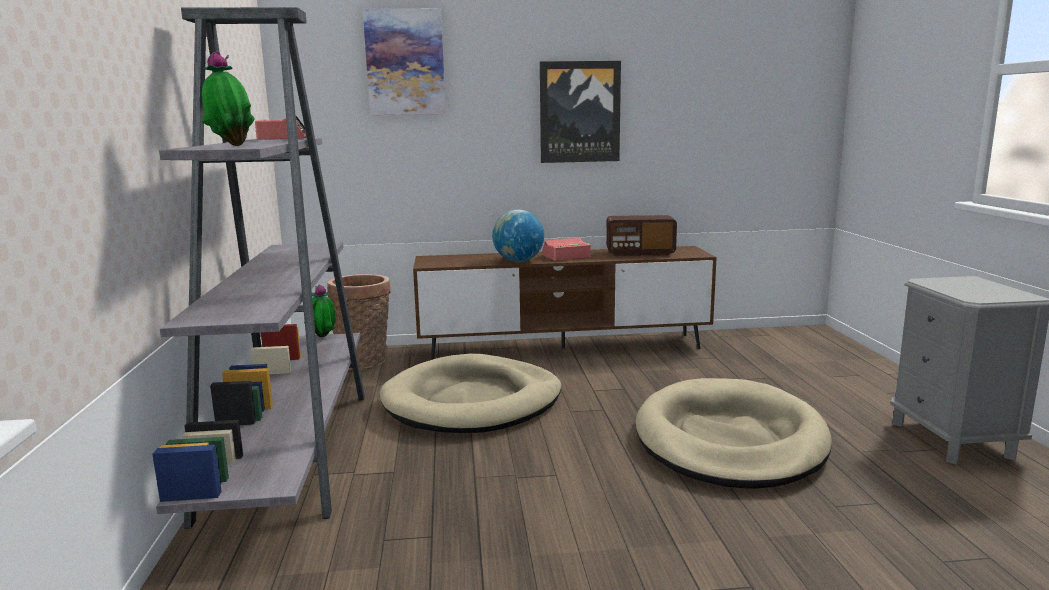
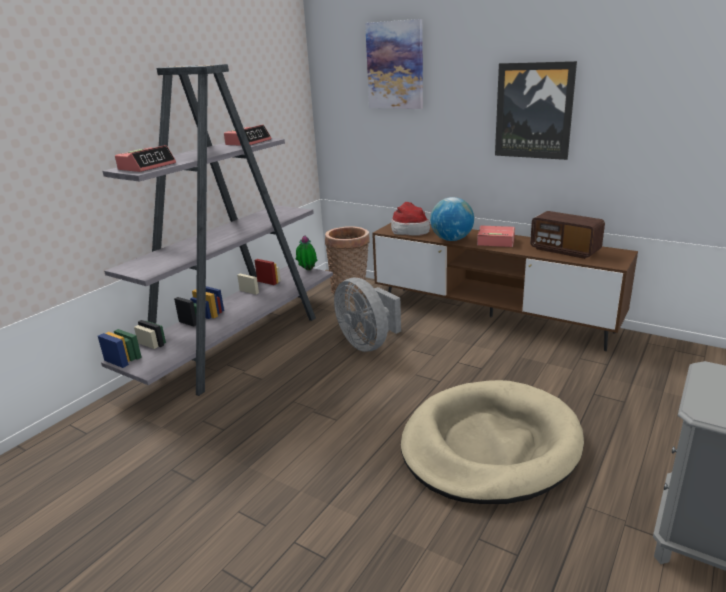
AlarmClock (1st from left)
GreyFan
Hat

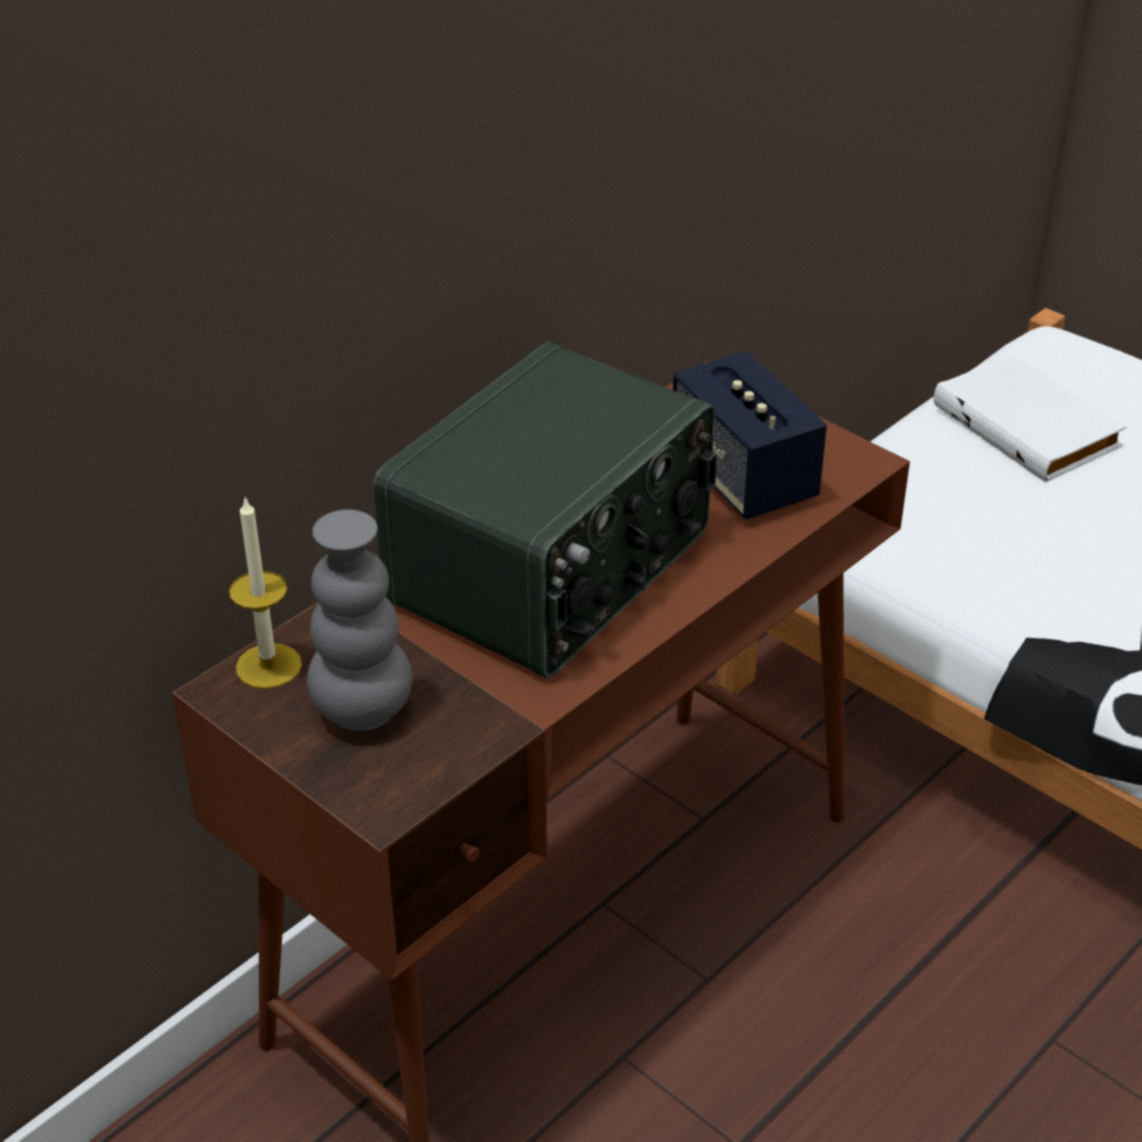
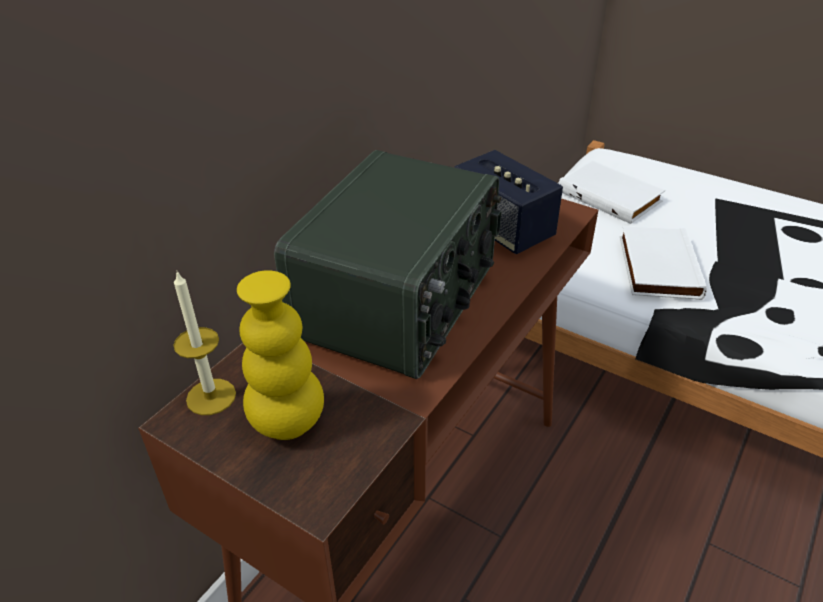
YellowVase
WhiteBook (2nd from left)

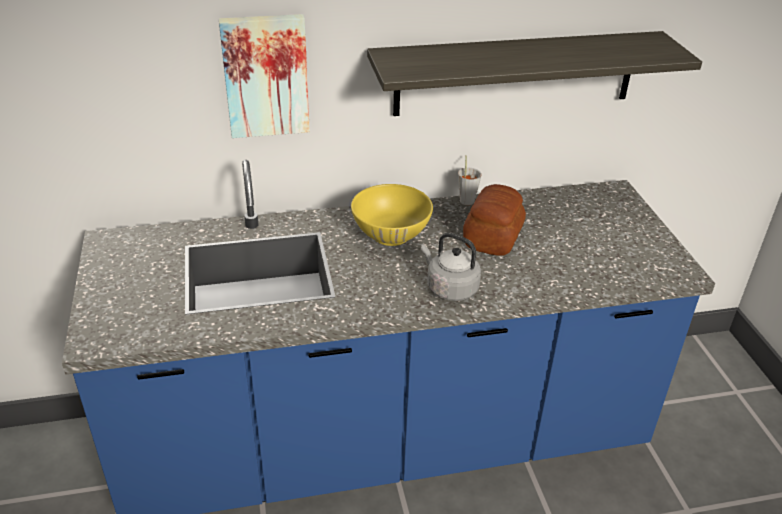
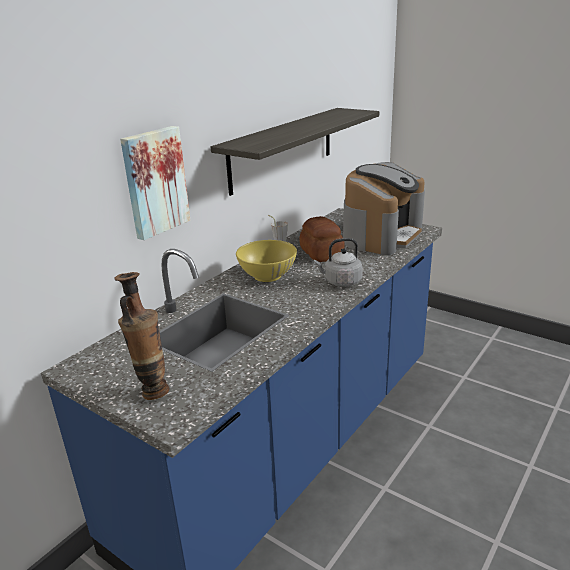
Vase
CoffeeMachine

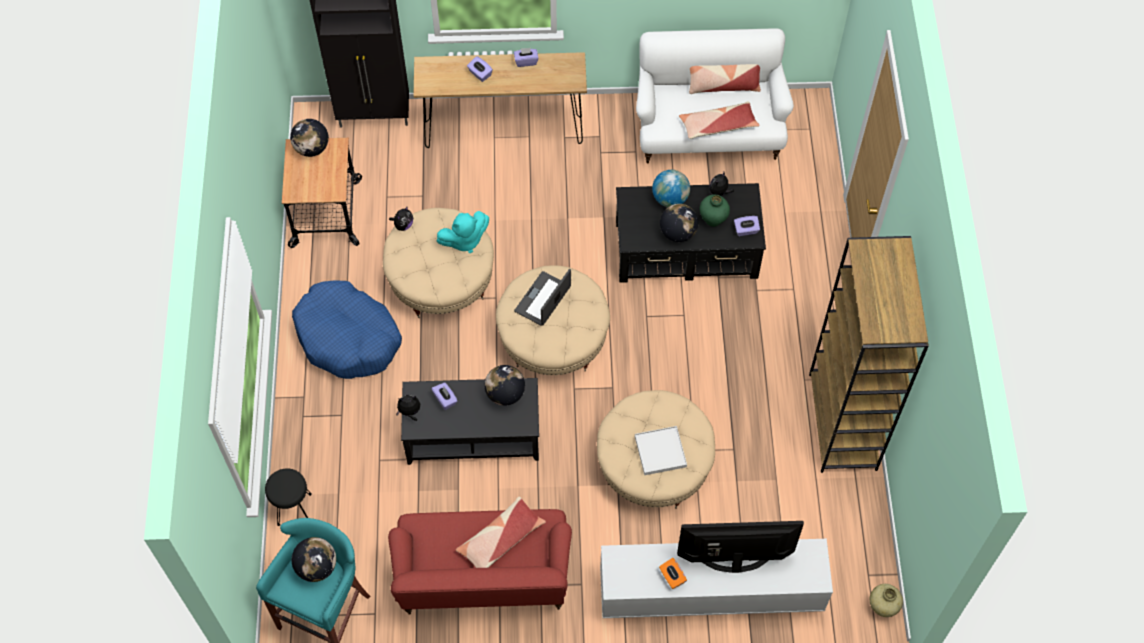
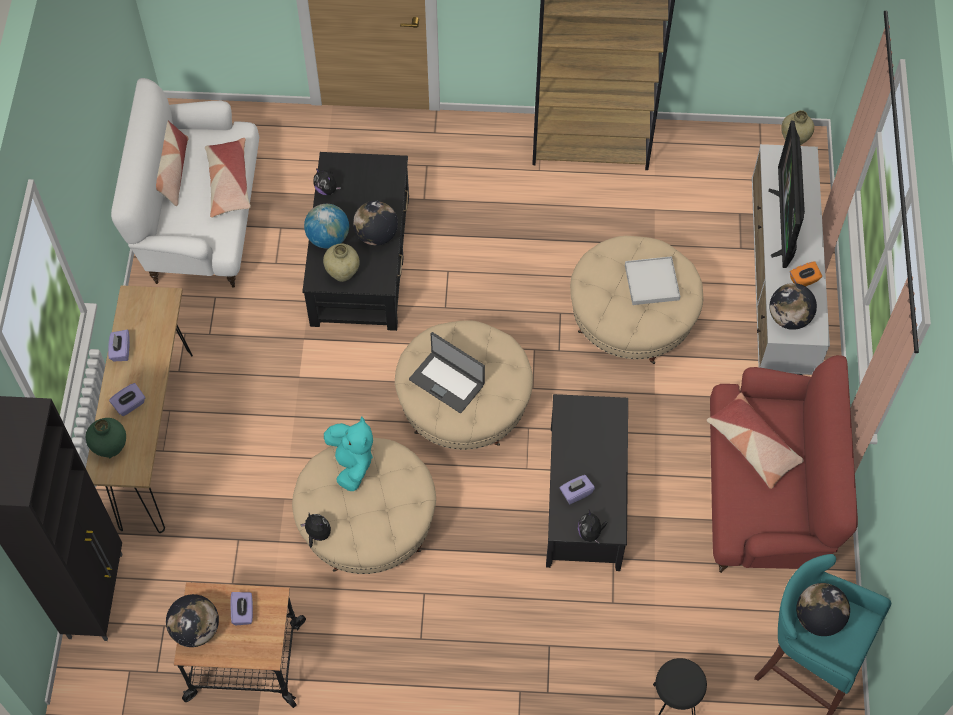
BlueDogBed
Globe (4th from left)
GreenVase
PurpleTissueBox (3rd from left)
BeigeVase (1st from left)

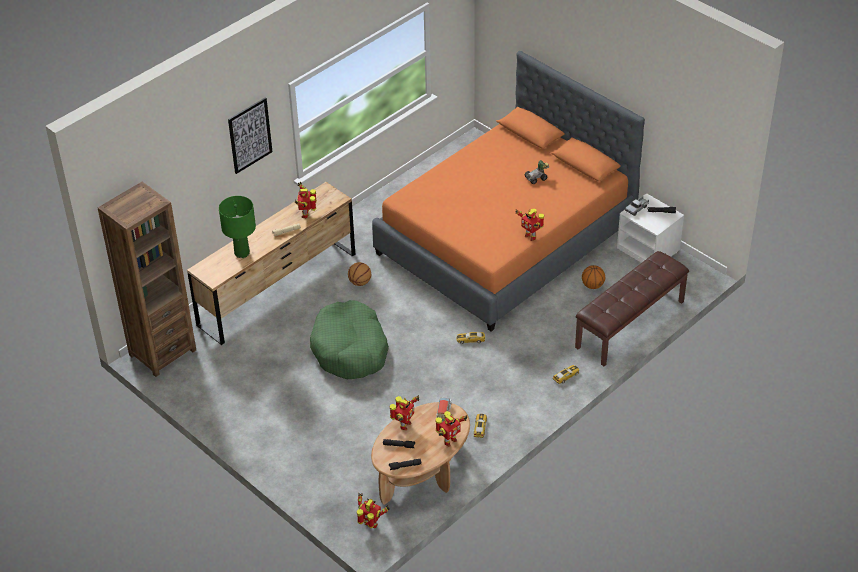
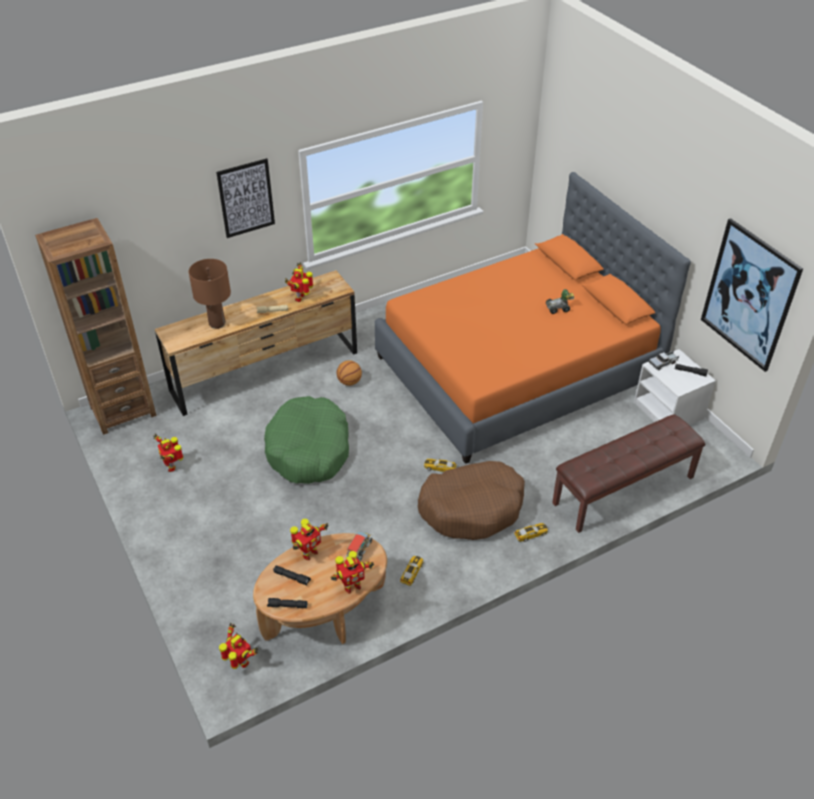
BrownTableLamp
ToyRobot (1st from left)
Basketball (2nd from left in the first image)
BrownDogBed
Picture (2nd from left)

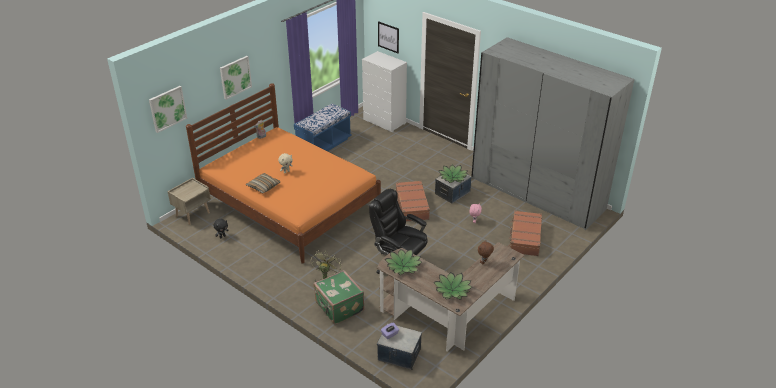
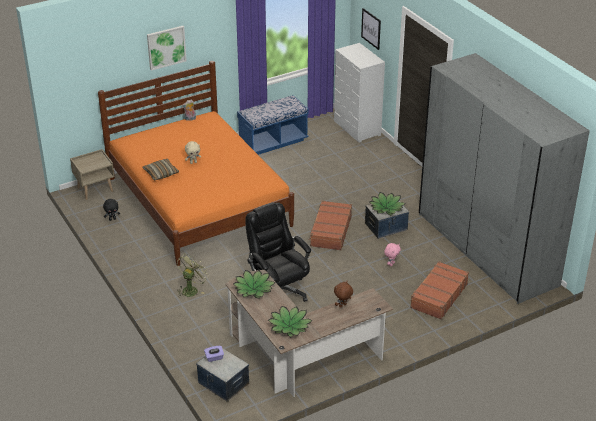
Picture (1st from left in the first image)
GreenSuitcase

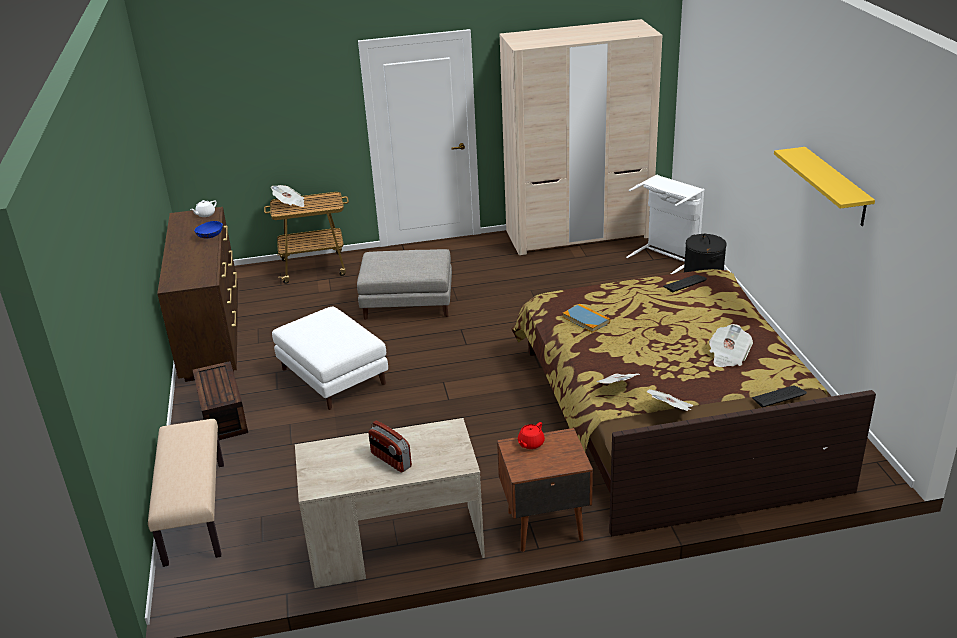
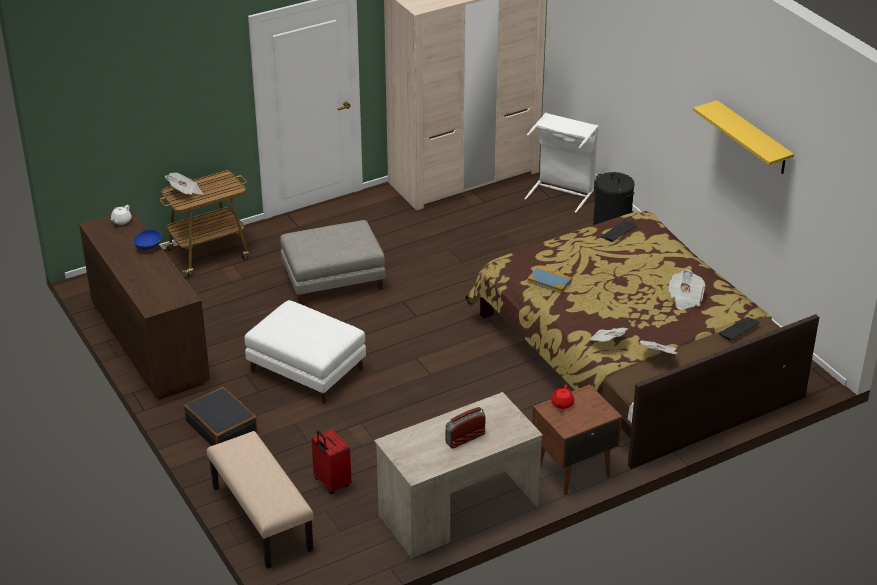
BlackSuitcase
Radio
RedSuitcase

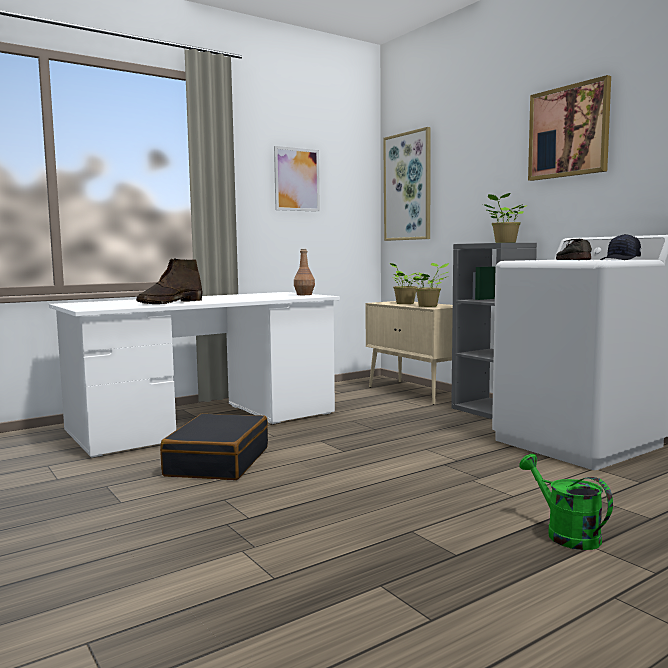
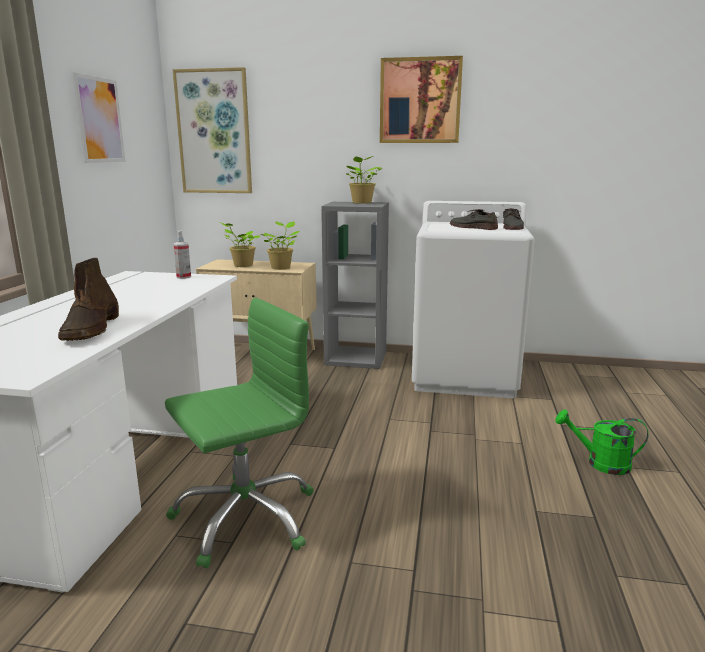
GreenOfficeChair
SprayBottle
GreyShoe (2nd from left)

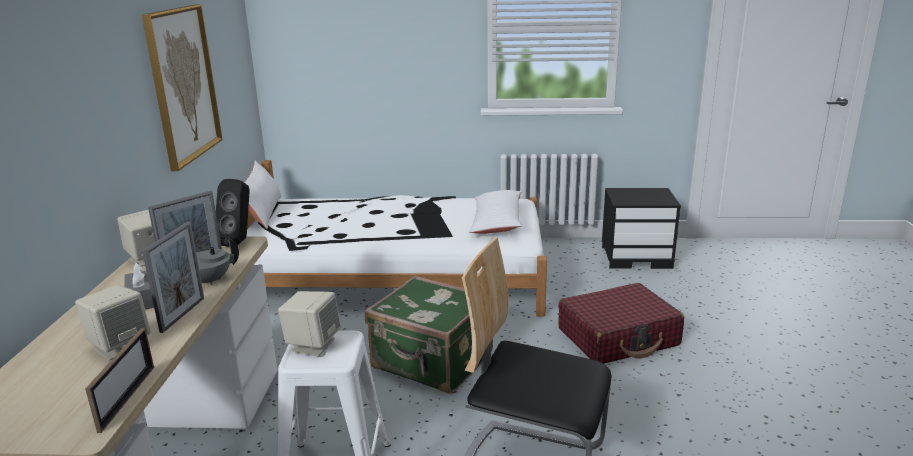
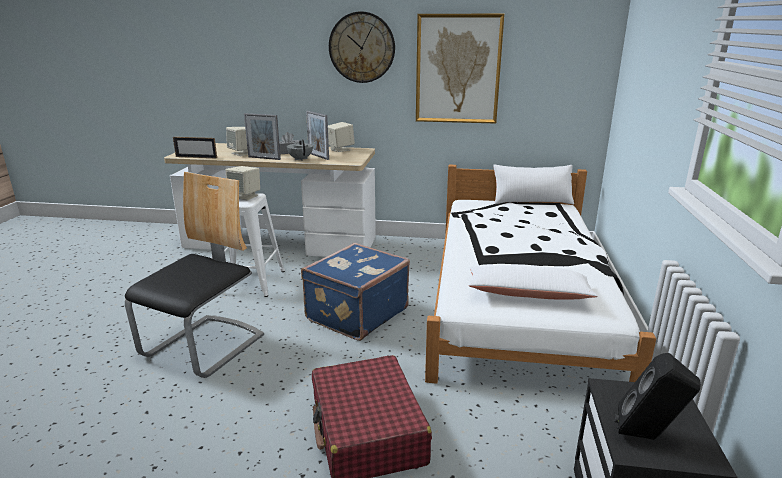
BlackSpeaker
BlueSuitcase
WallClock

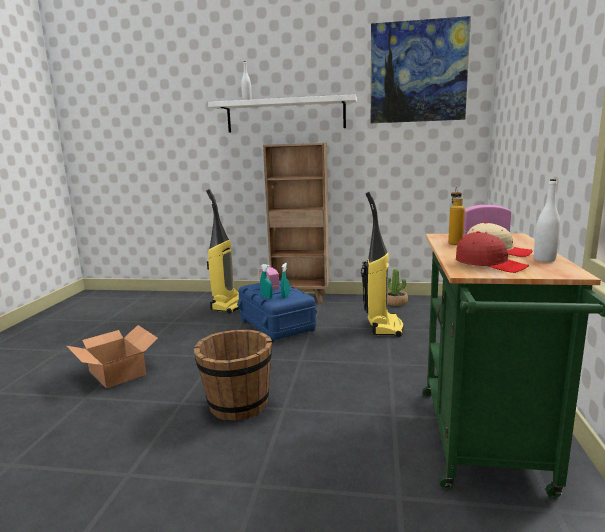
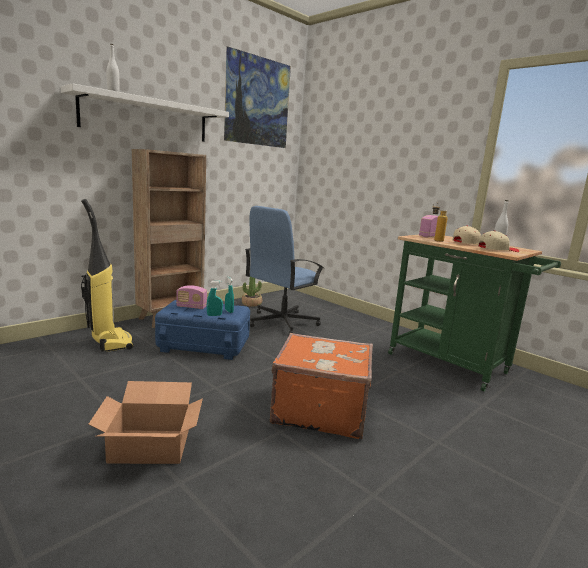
OrangeSuitcase
BlueOfficeChair
BeigeCap (2nd from left)

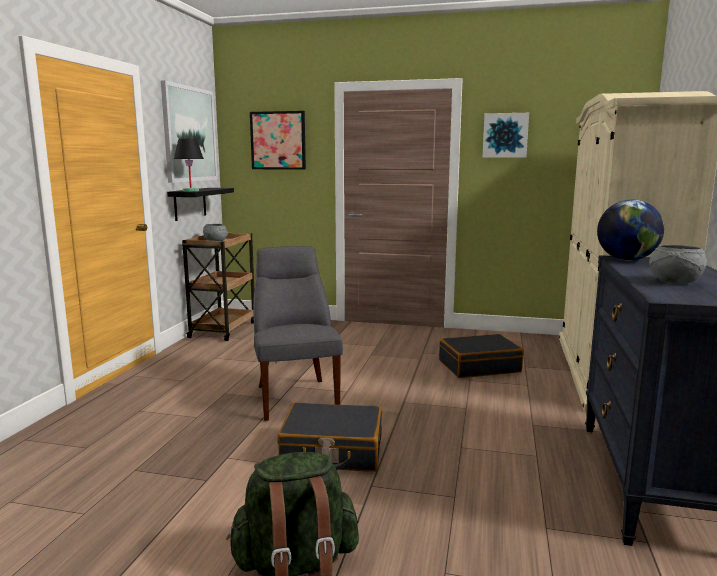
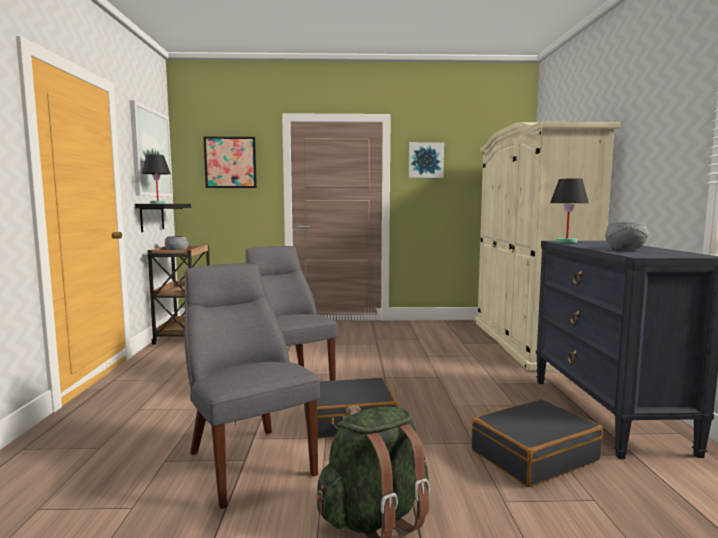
BlackSuitcase (2nd from left)
BlackTableLamp (2nd from left)
GreyChair (1st from left)

